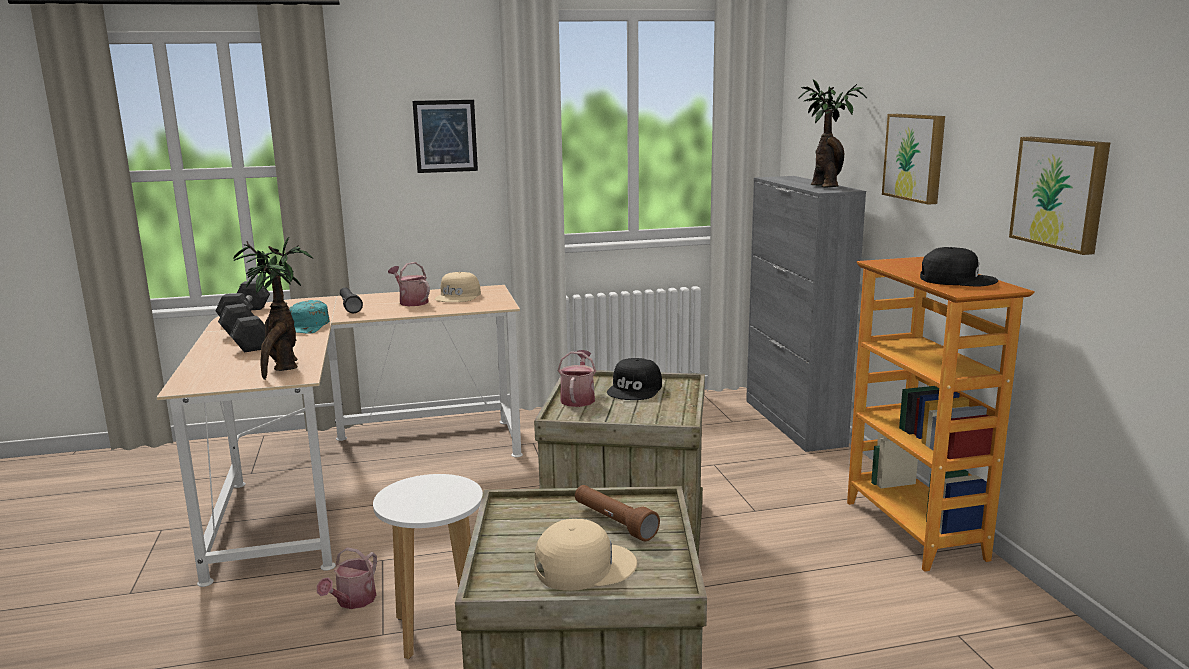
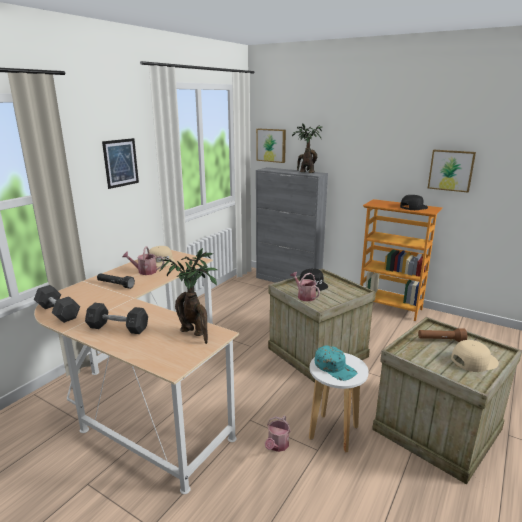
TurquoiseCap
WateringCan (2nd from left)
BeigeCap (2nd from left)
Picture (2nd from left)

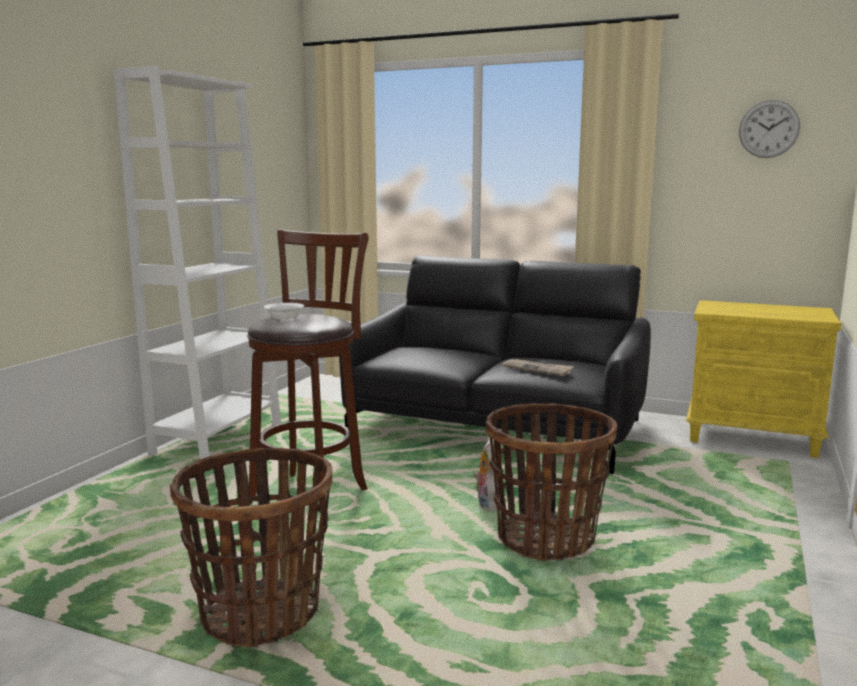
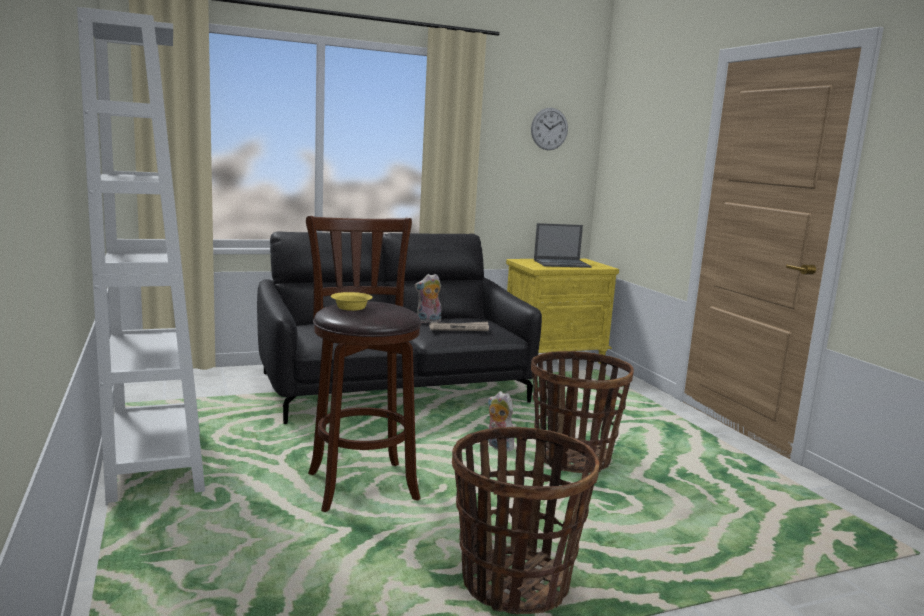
YellowBowl
PlushToy (1st from left)
Laptop

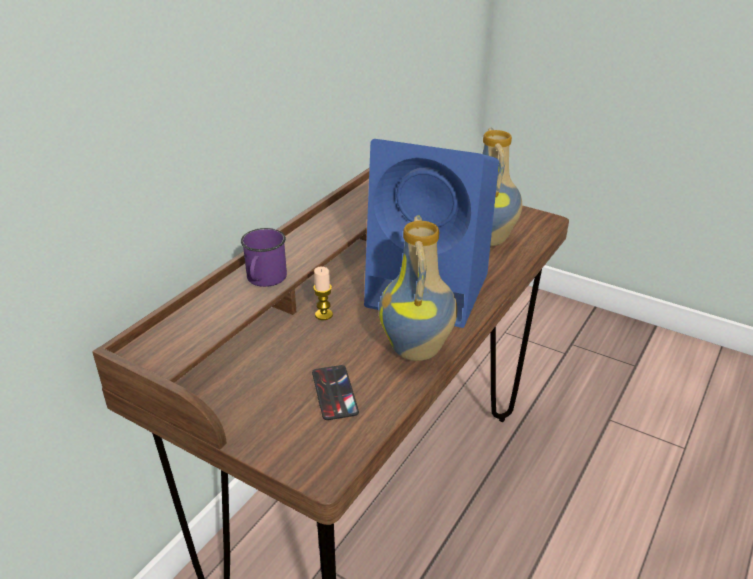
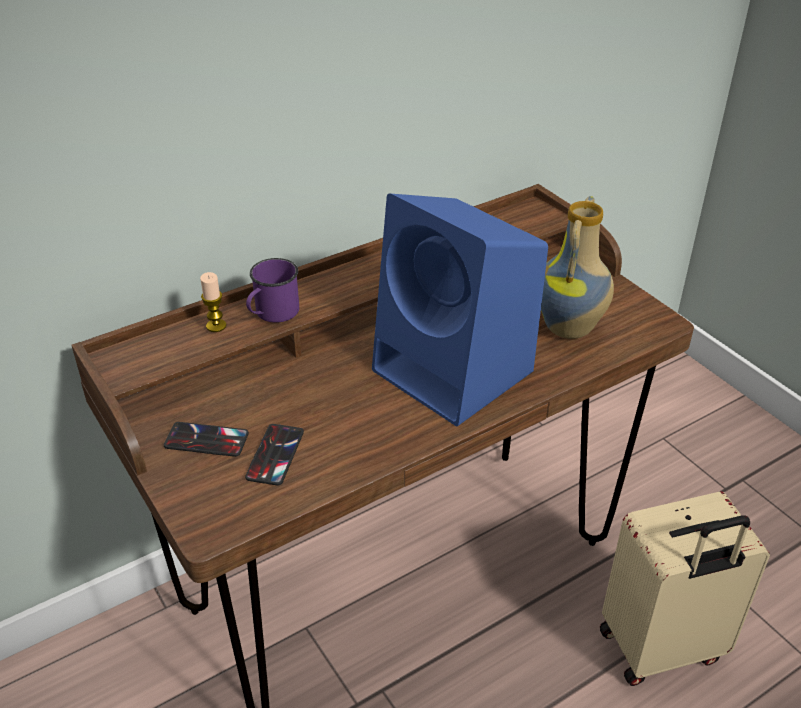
Candle
Vase (1st from left in the first image)
Phone (1st from left)
BeigeSuitcase

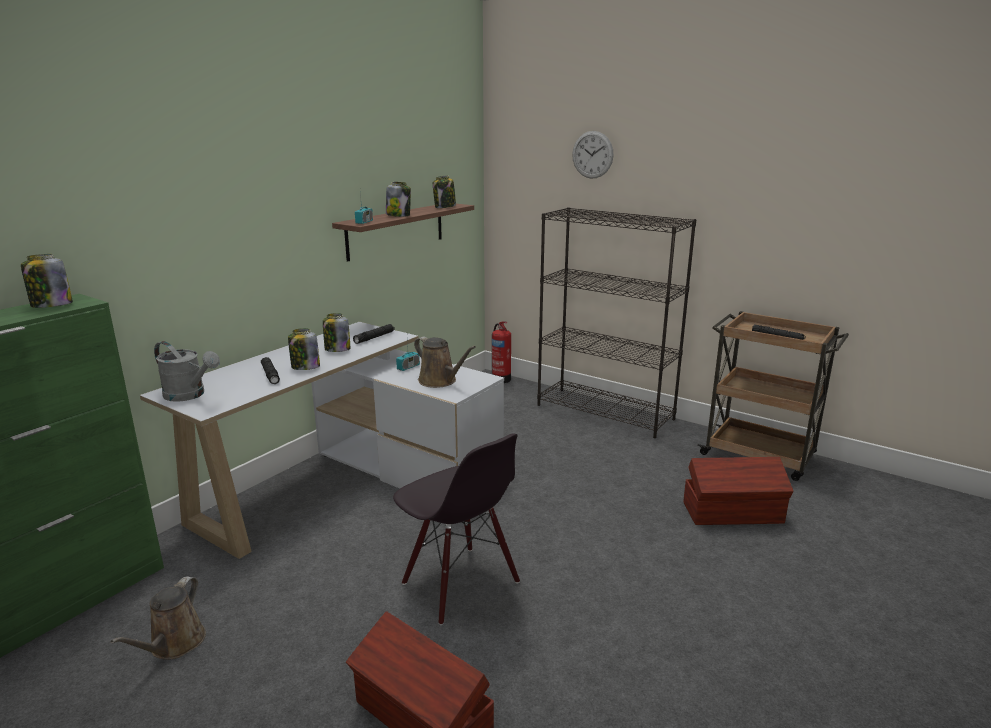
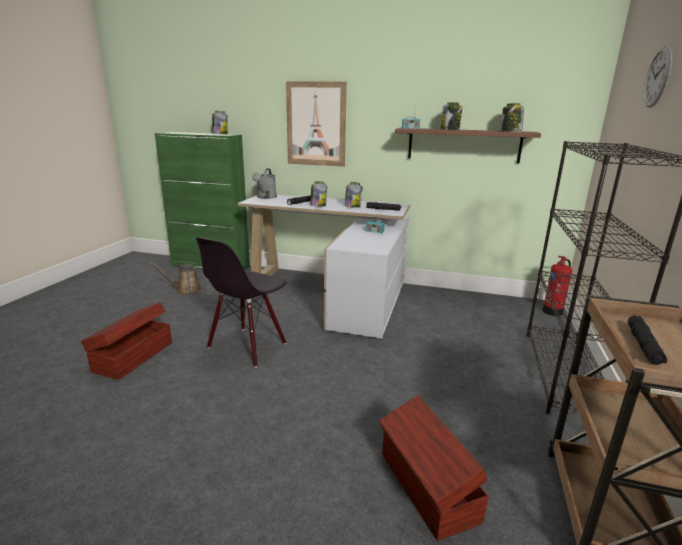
BrownWateringCan (2nd from left in the first image)
Picture

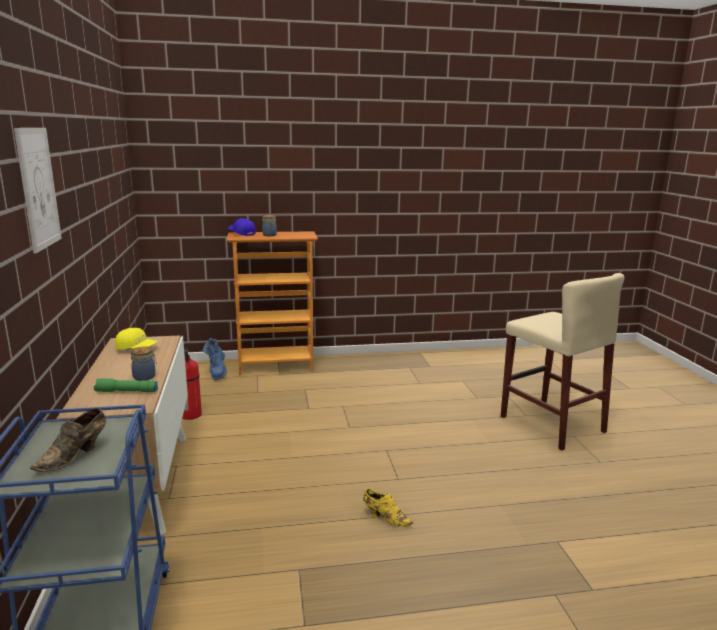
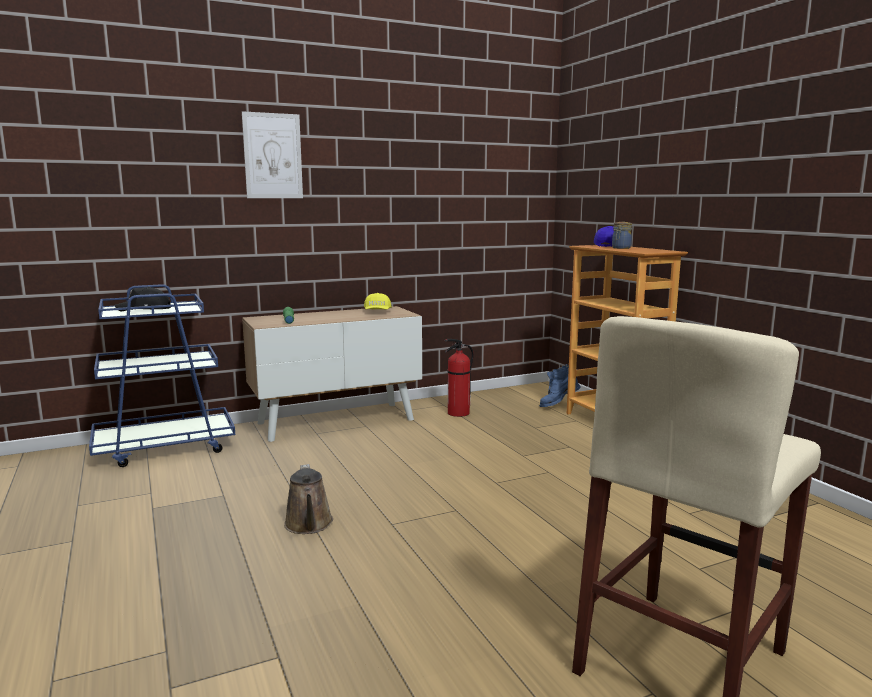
BlackCap
Jar (1st from left in the first image)
BrownWateringCan

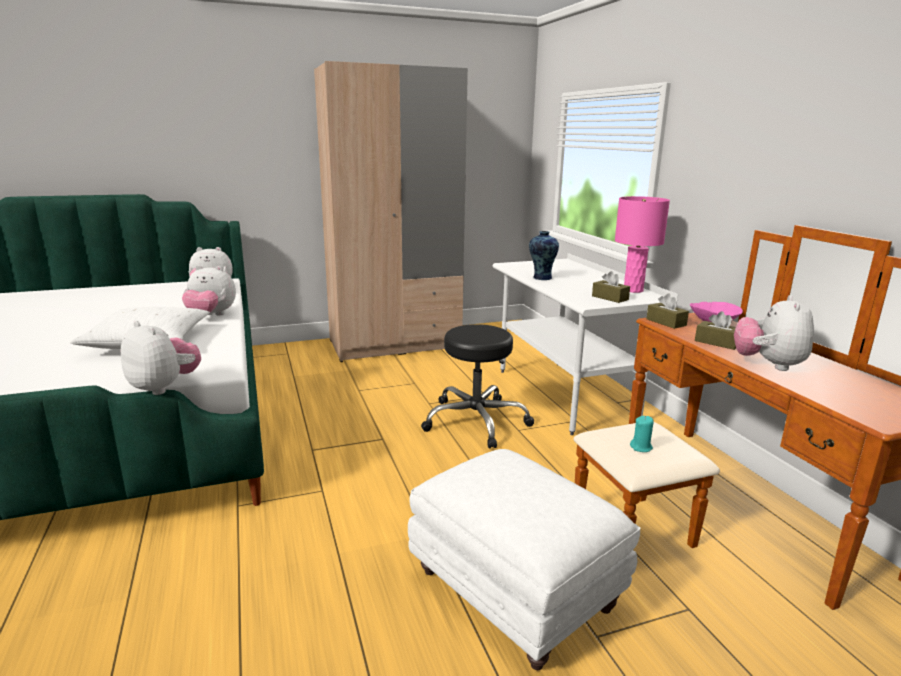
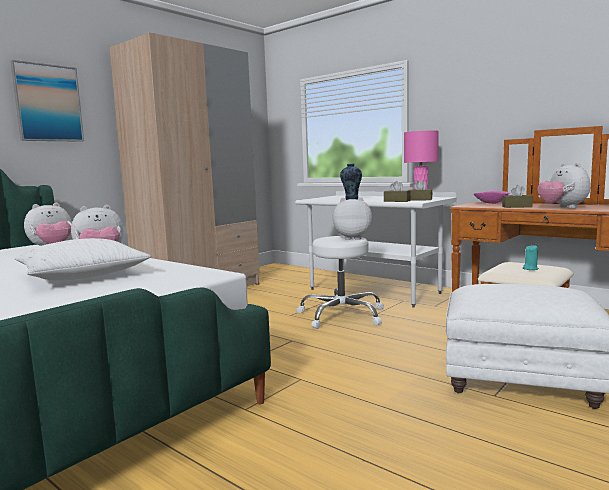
PlushToy (3rd from left)
WhiteStool
BrownTissueBox (1st from left)
Picture

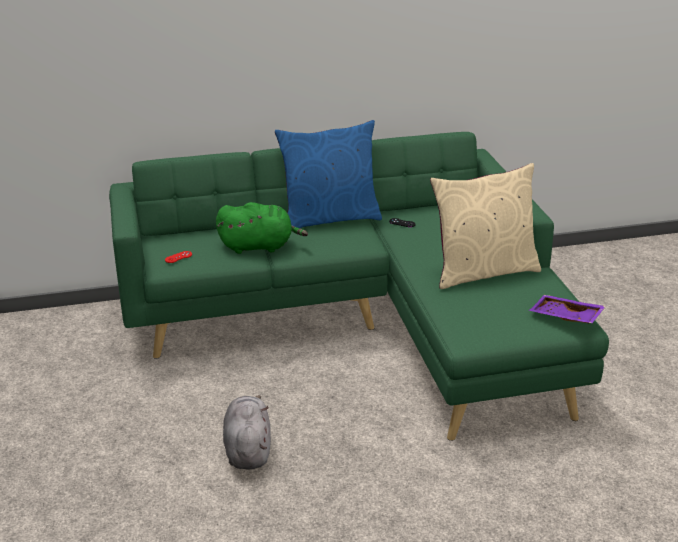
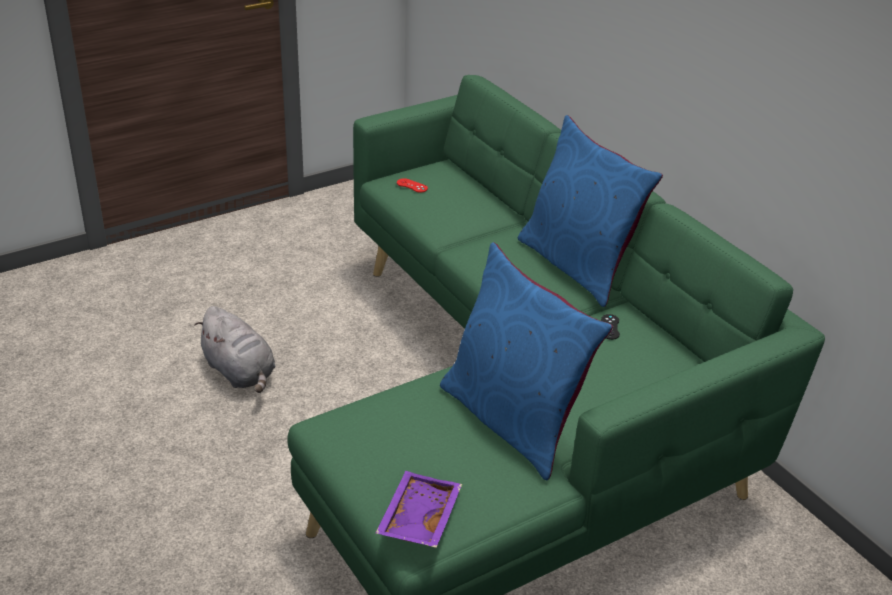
GreenPlushToy
GreyPlushToy
BluePillow (1st from left)

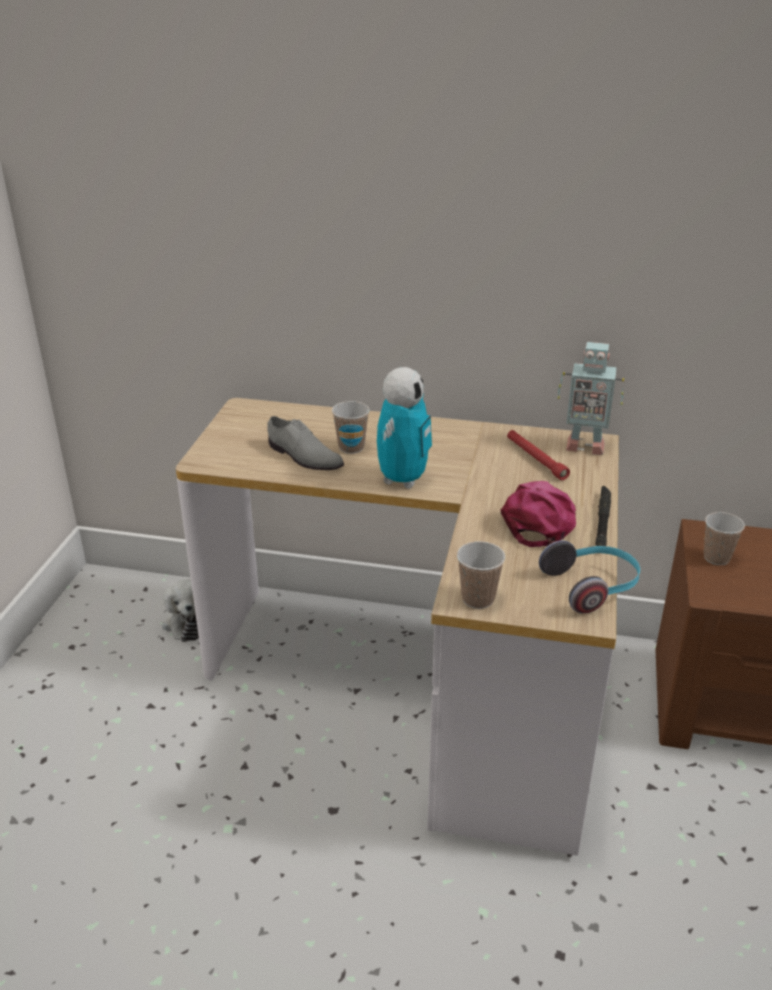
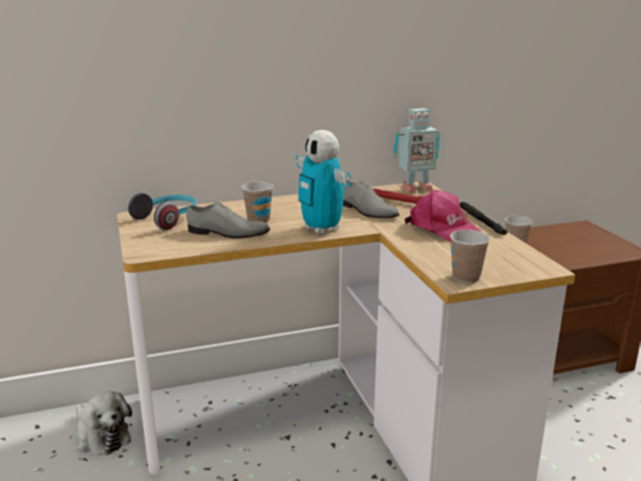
ToyRobot (1st from left)
PinkCap
Headphones
GreyShoe (2nd from left)

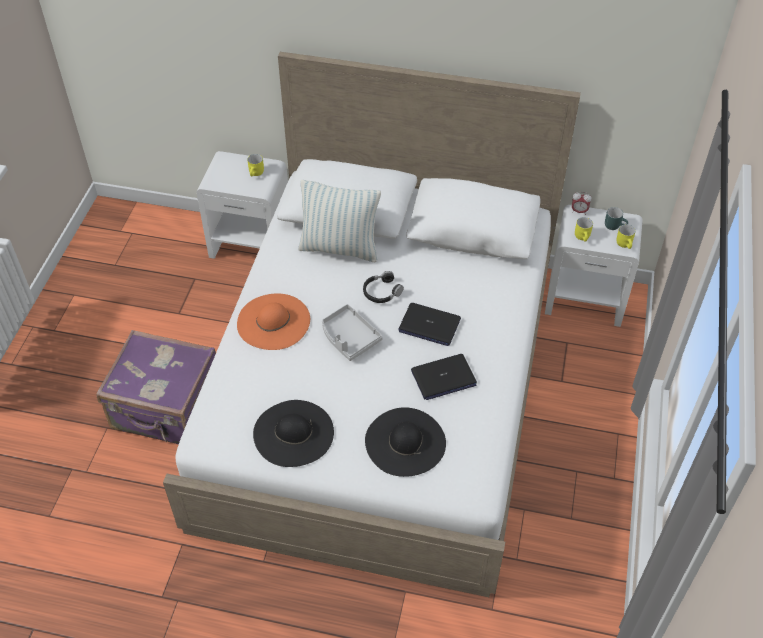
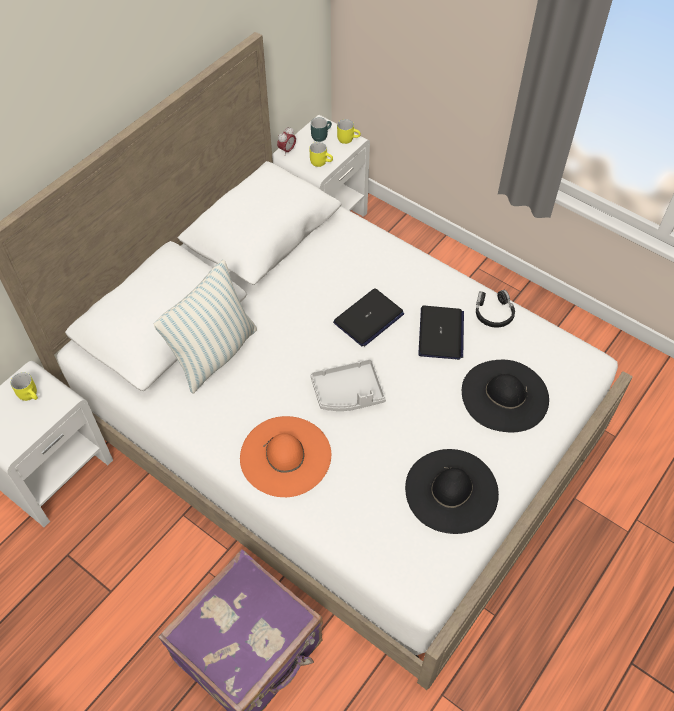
BlackHeadphones

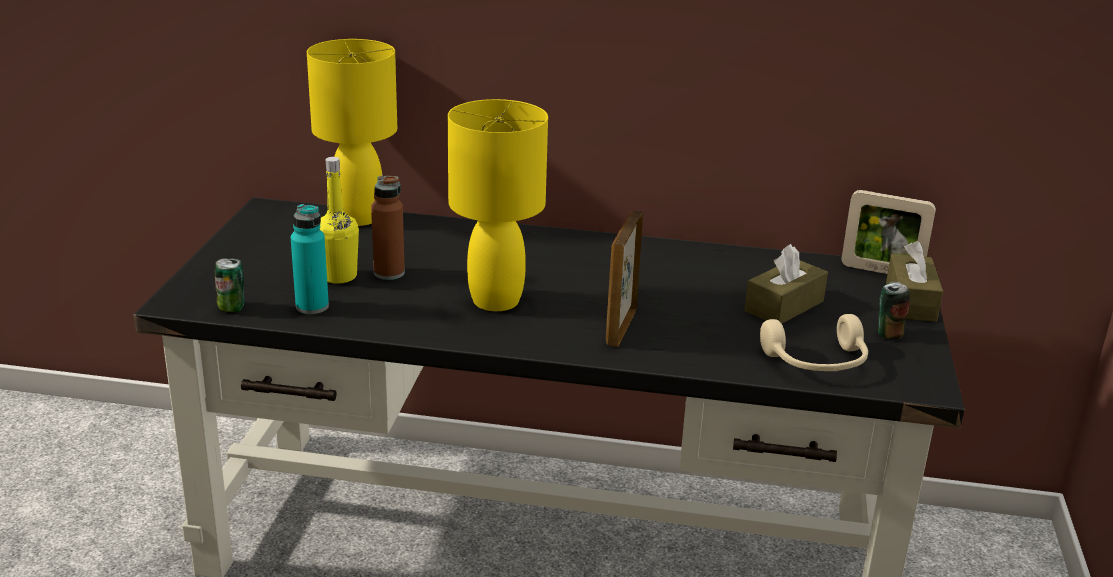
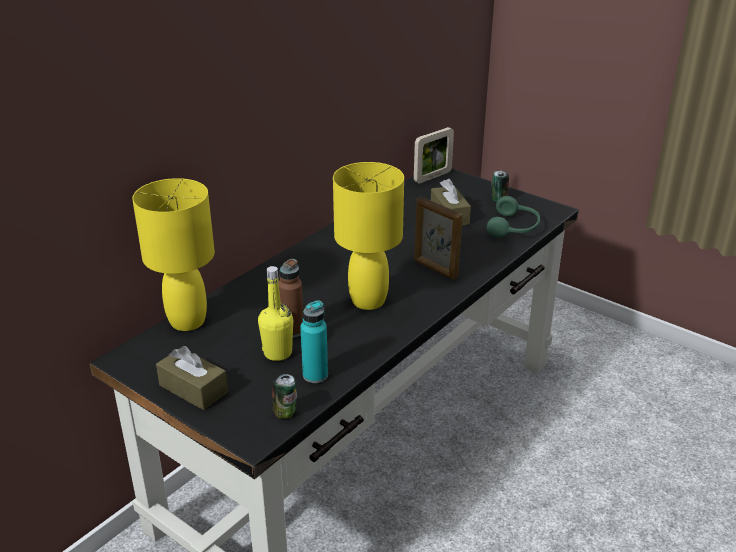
GreenHeadphones
BrownTissueBox (1st from left)

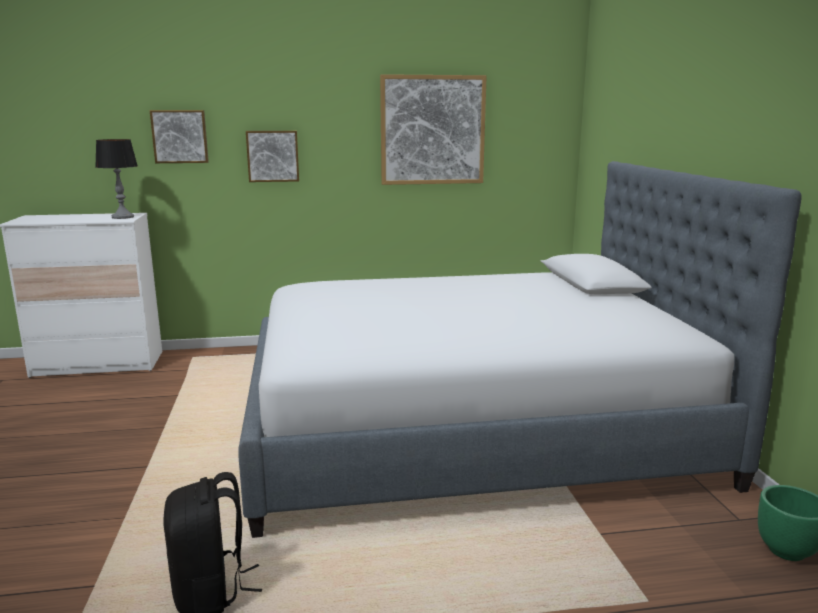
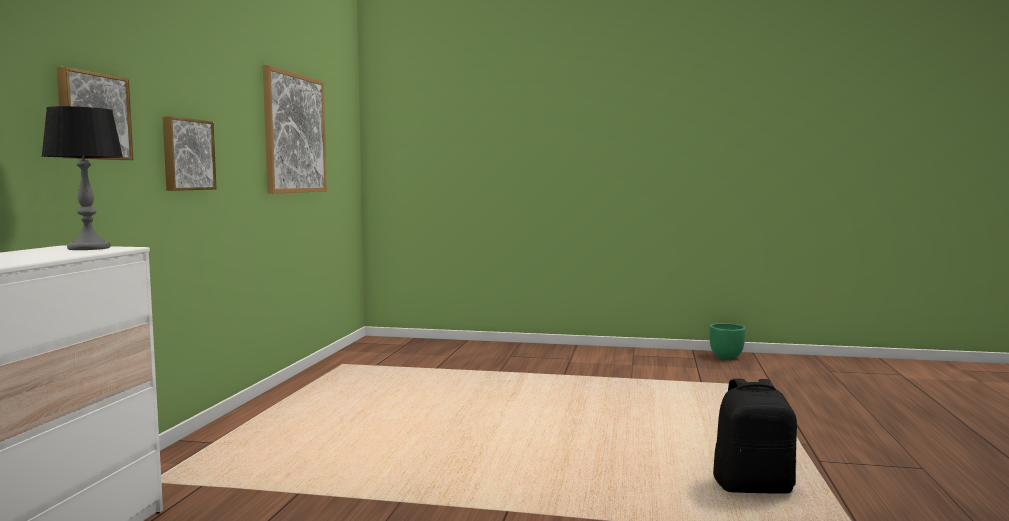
Bed

